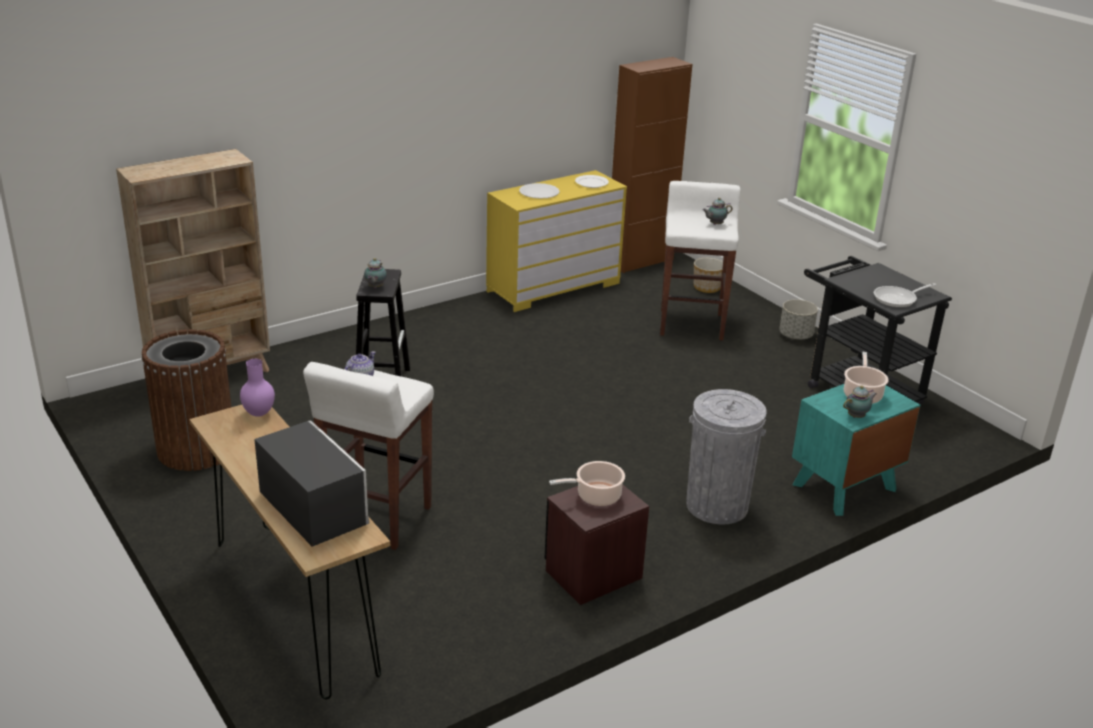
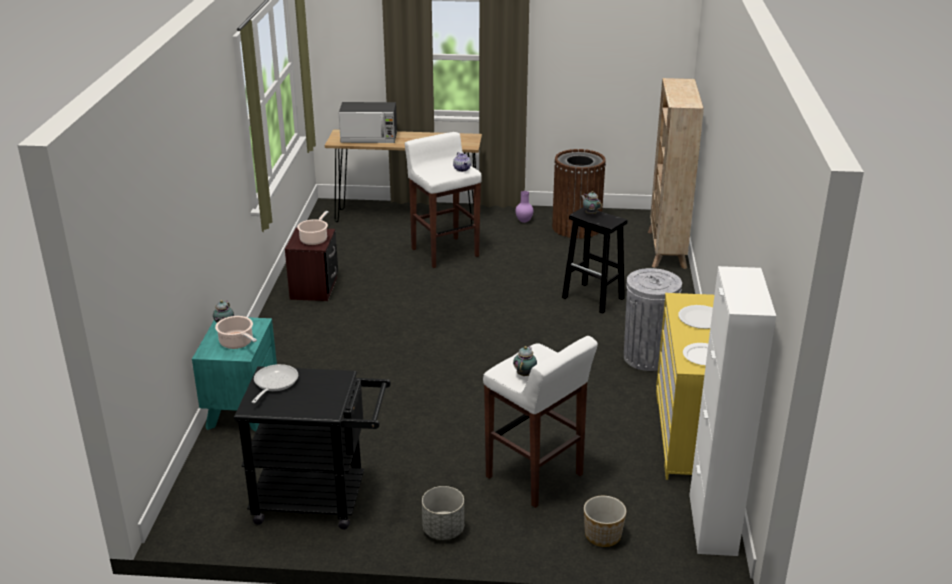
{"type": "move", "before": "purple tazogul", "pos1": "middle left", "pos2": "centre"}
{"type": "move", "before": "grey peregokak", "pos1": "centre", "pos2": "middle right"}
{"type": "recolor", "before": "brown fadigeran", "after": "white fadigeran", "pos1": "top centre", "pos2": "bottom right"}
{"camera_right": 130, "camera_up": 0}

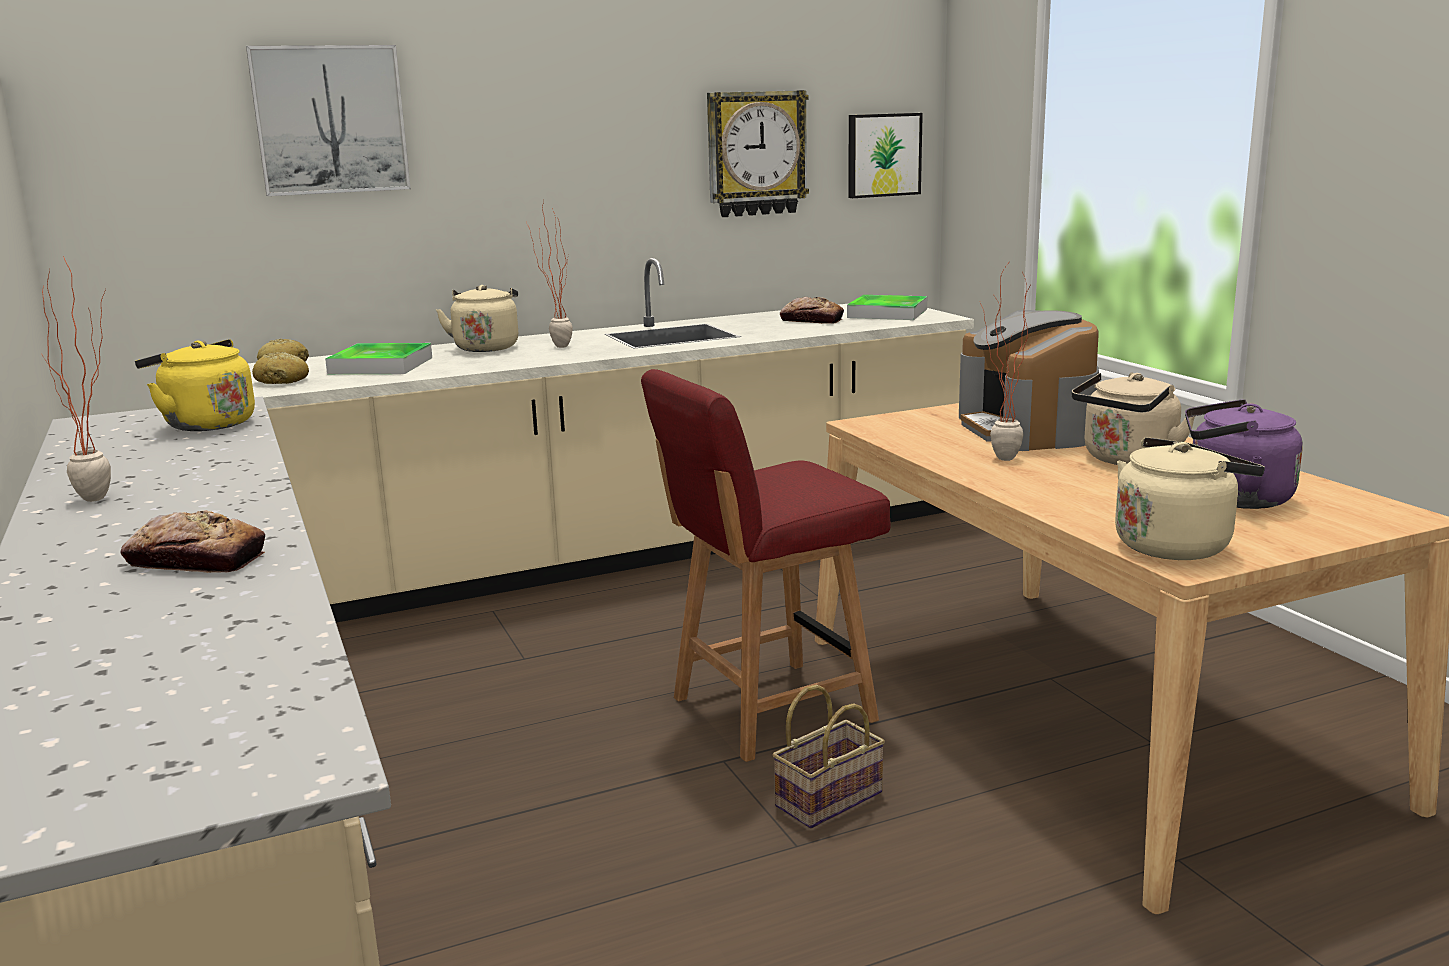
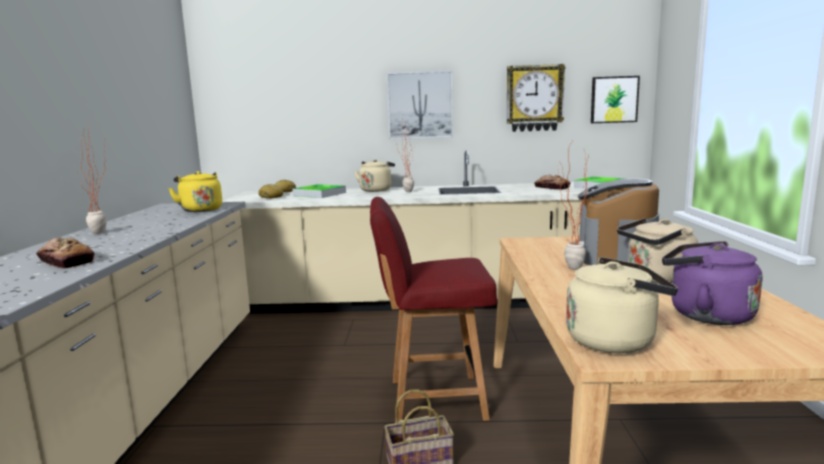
{"type": "move", "before": "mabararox (1st from left)", "pos1": "top left", "pos2": "top centre"}
{"camera_right": 25, "camera_up": -5}

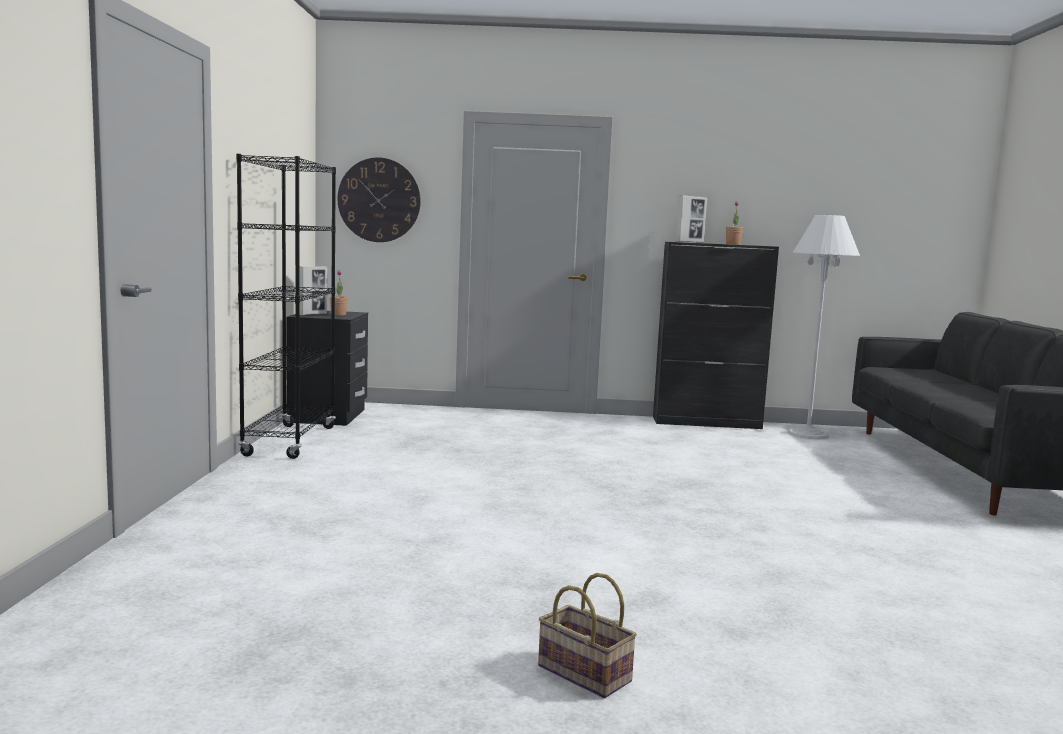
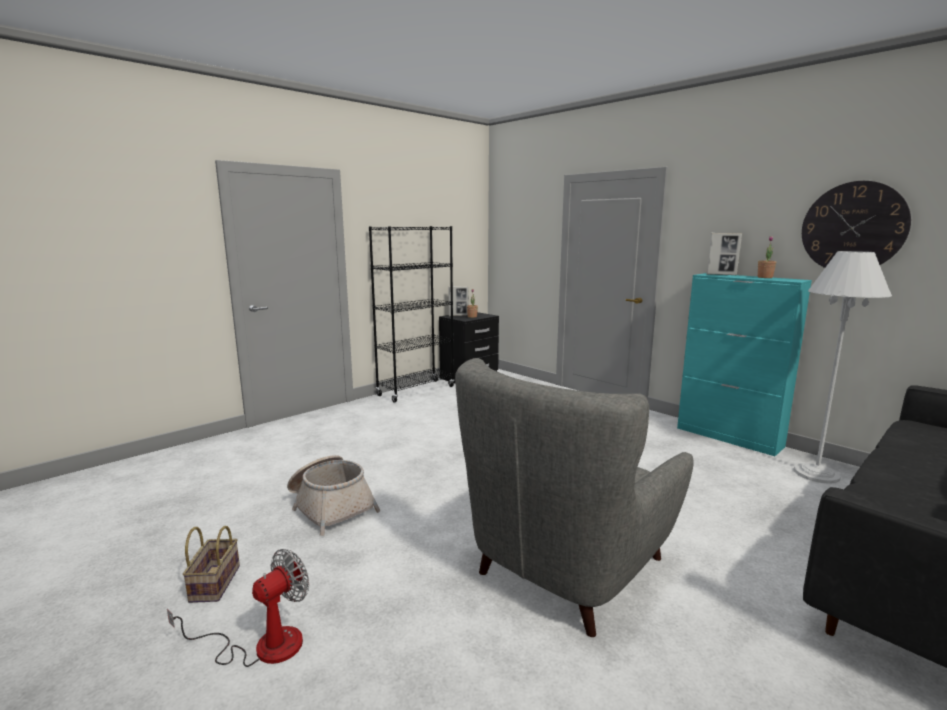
{"type": "insert", "after": "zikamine", "pos2": "bottom left"}
{"type": "insert", "after": "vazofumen (2nd from left)", "pos2": "bottom centre"}
{"type": "insert", "after": "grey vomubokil", "pos2": "bottom centre"}
{"type": "move", "before": "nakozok", "pos1": "top centre", "pos2": "top right"}
{"type": "recolor", "before": "black fadigeran", "after": "turquoise fadigeran", "pos1": "middle right", "pos2": "middle right"}
{"camera_right": 45, "camera_up": 5}

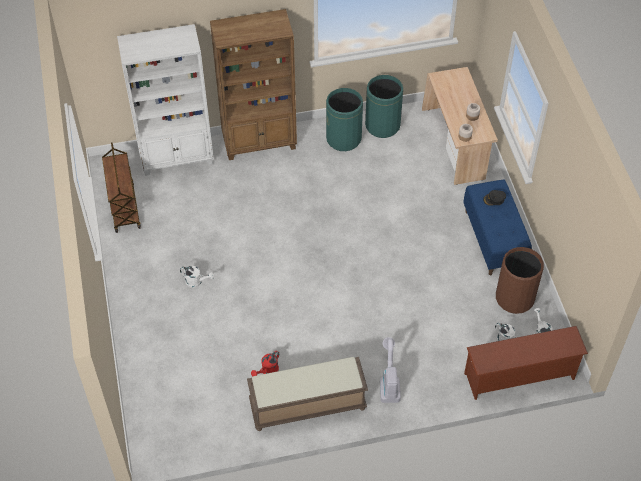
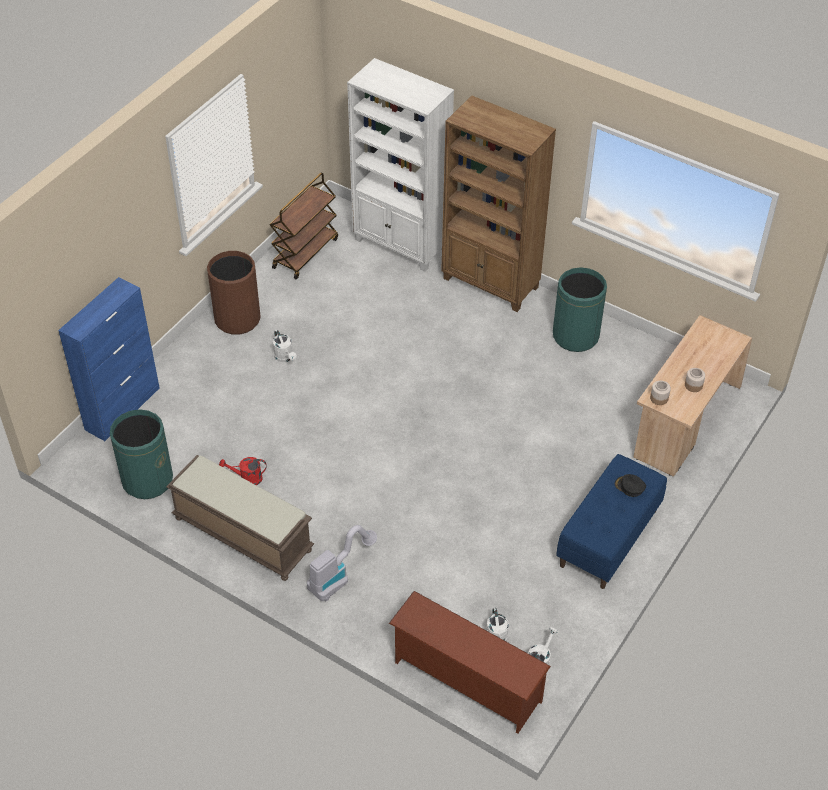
{"type": "insert", "after": "blue fadigeran", "pos2": "middle left"}
{"type": "move", "before": "green peregokak (2nd from left in the first image)", "after": "green peregokak (1st from left)", "pos1": "top centre", "pos2": "middle left"}
{"type": "move", "before": "brown peregokak", "pos1": "middle right", "pos2": "middle left"}
{"camera_right": 45, "camera_up": -5}

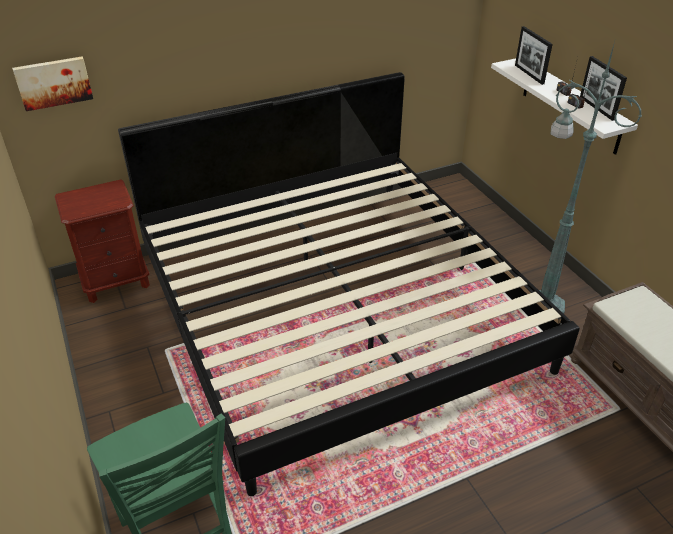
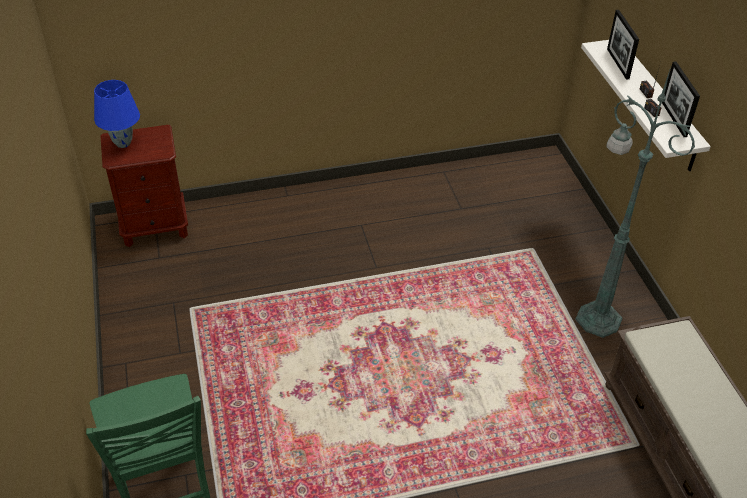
{"type": "delete", "before": "mabararox", "pos1": "top left"}
{"type": "delete", "before": "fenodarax", "pos1": "centre"}
{"type": "insert", "after": "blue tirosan", "pos2": "top left"}
{"camera_right": 10, "camera_up": 5}

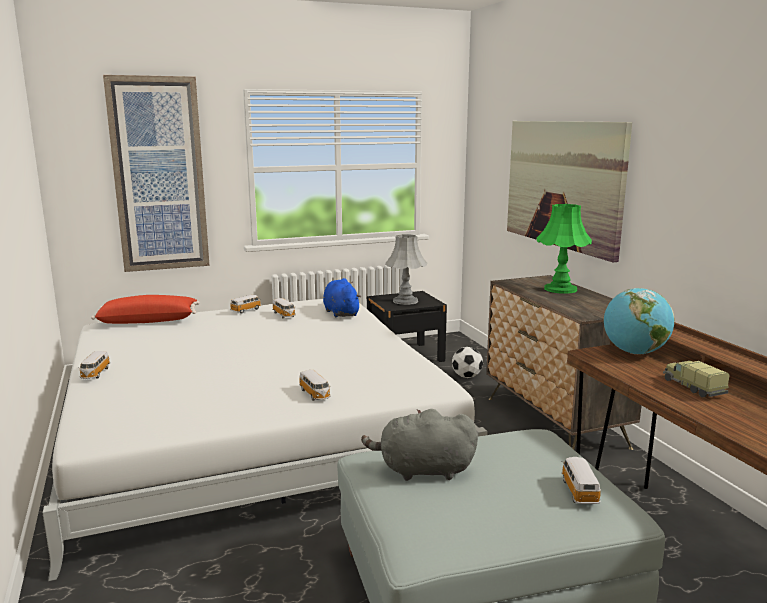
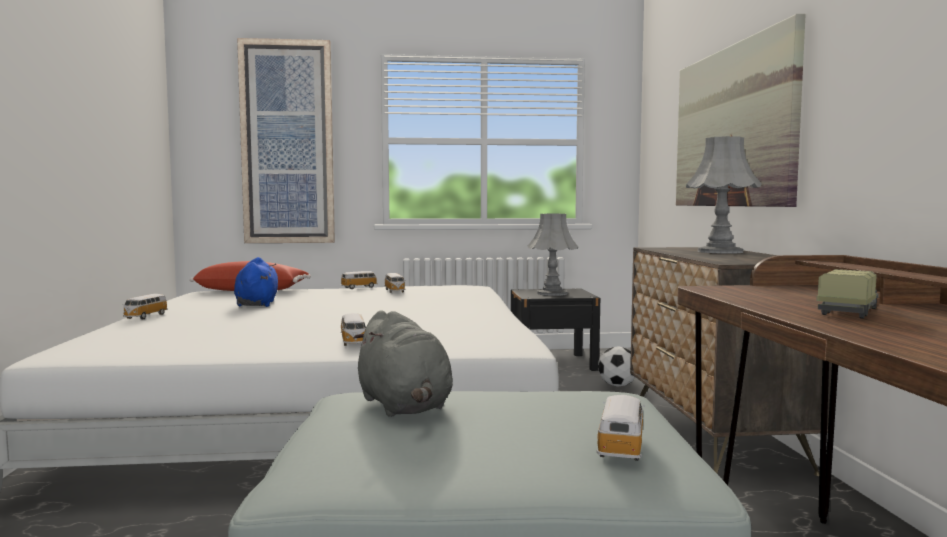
{"type": "delete", "before": "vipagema", "pos1": "middle right"}
{"type": "move", "before": "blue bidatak", "pos1": "centre", "pos2": "middle left"}
{"type": "recolor", "before": "green tirosan", "after": "grey tirosan (2nd from left)", "pos1": "middle right", "pos2": "middle right"}
{"type": "rotate", "before": "grey bidatak", "pos1": "bottom centre", "pos2": "bottom centre", "turn": -135}
{"type": "rotate", "before": "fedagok", "pos1": "middle right", "pos2": "middle right", "turn": 45}
{"camera_right": 15, "camera_up": -10}

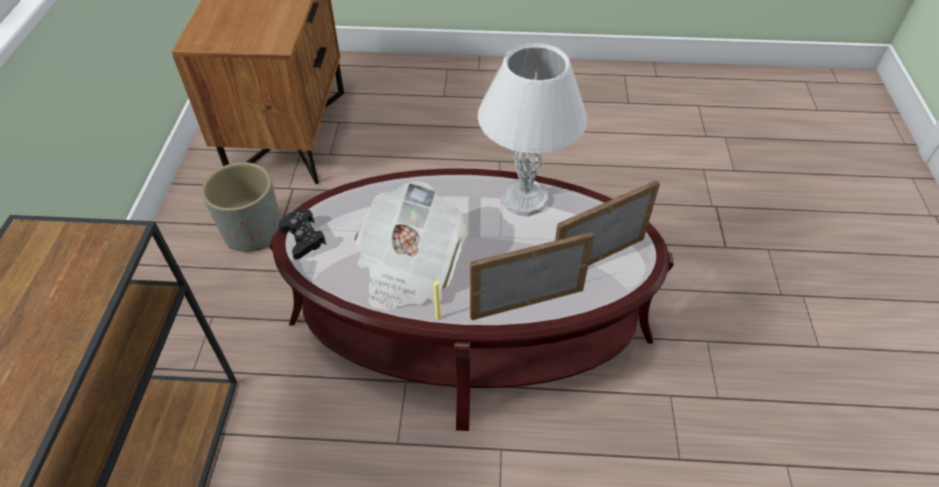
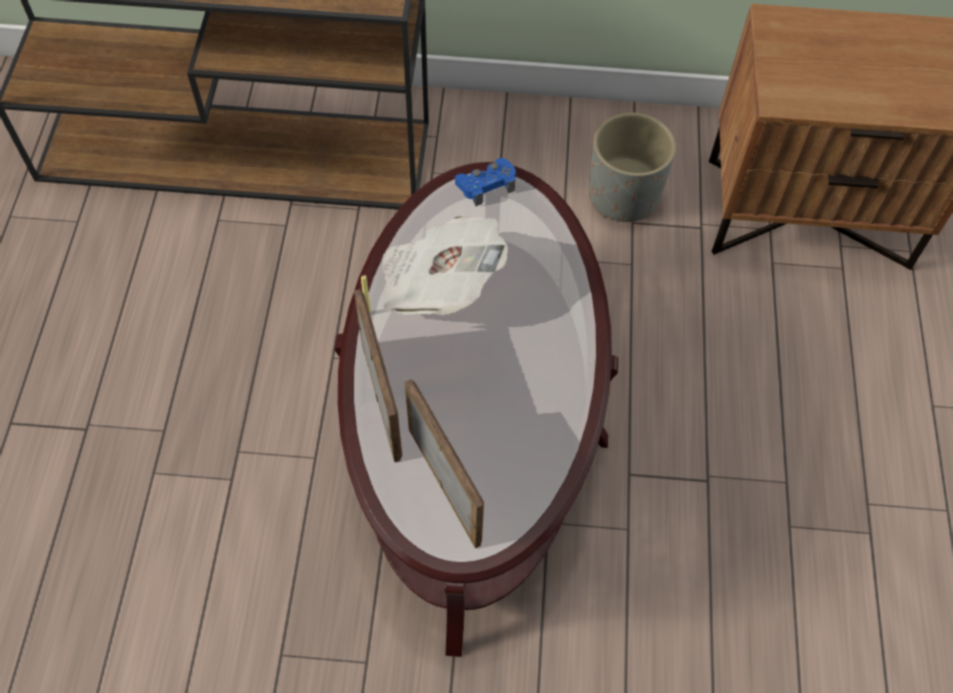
{"type": "delete", "before": "white tirosan", "pos1": "top centre"}
{"type": "recolor", "before": "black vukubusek", "after": "blue vukubusek", "pos1": "middle left", "pos2": "top centre"}
{"camera_right": 90, "camera_up": 10}

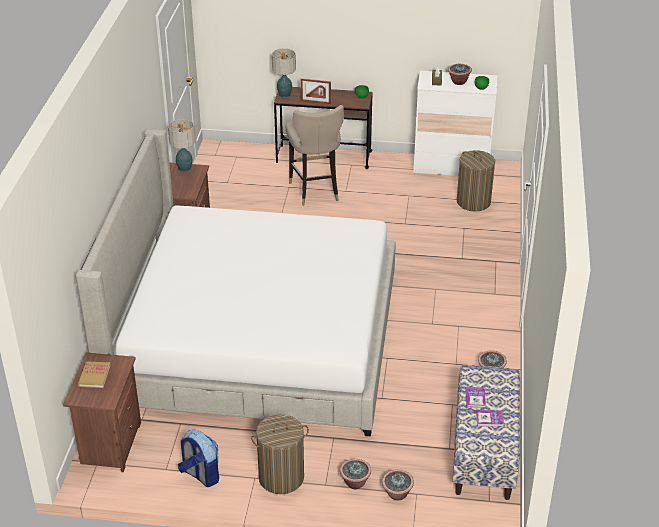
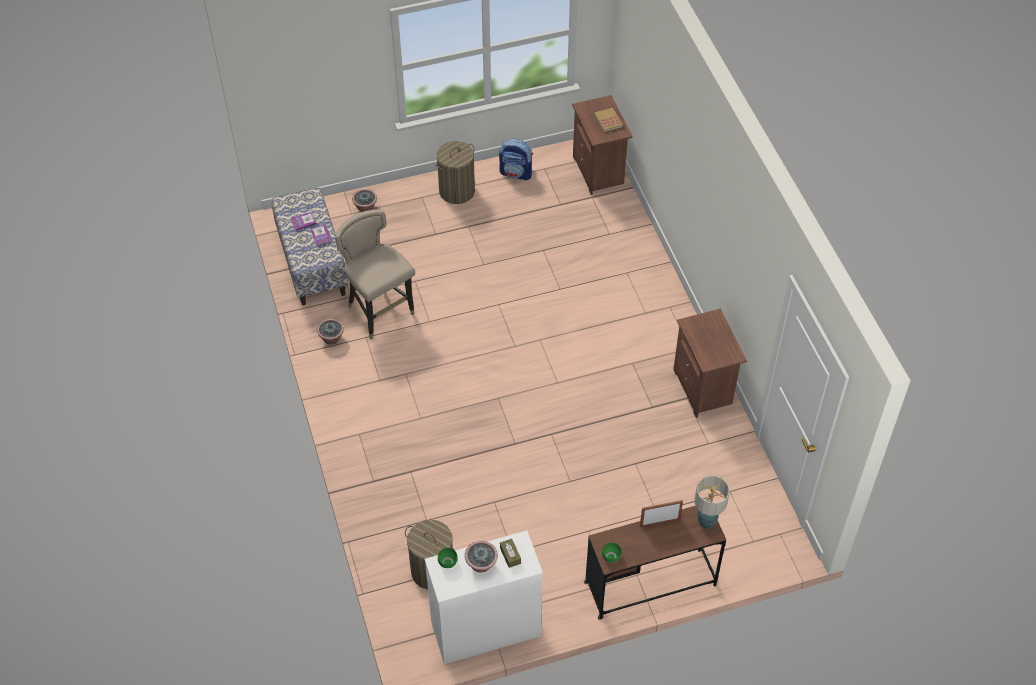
{"type": "delete", "before": "fenodarax", "pos1": "centre"}
{"type": "delete", "before": "tirosan (1st from left)", "pos1": "top left"}
{"type": "delete", "before": "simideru (1st from left)", "pos1": "bottom centre"}
{"type": "move", "before": "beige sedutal", "pos1": "top centre", "pos2": "centre"}
{"camera_right": 155, "camera_up": 15}

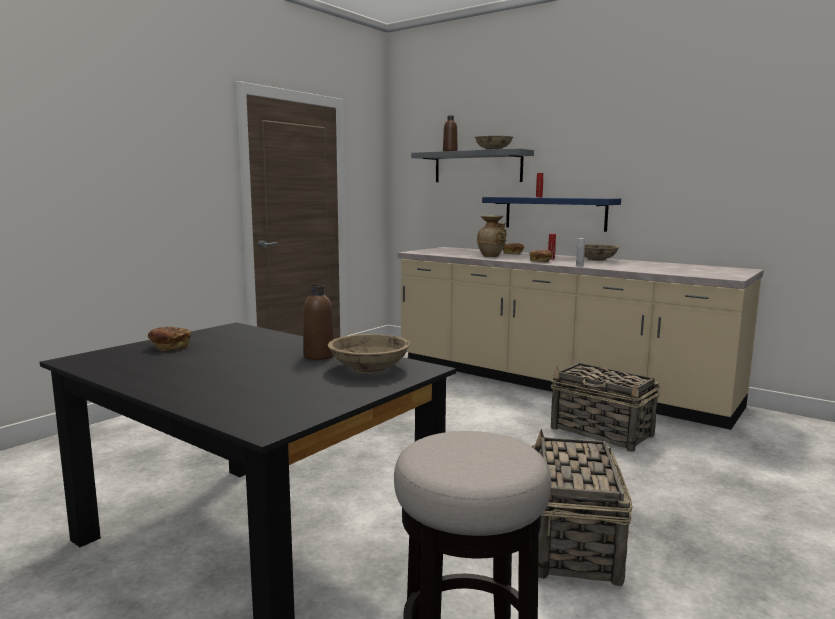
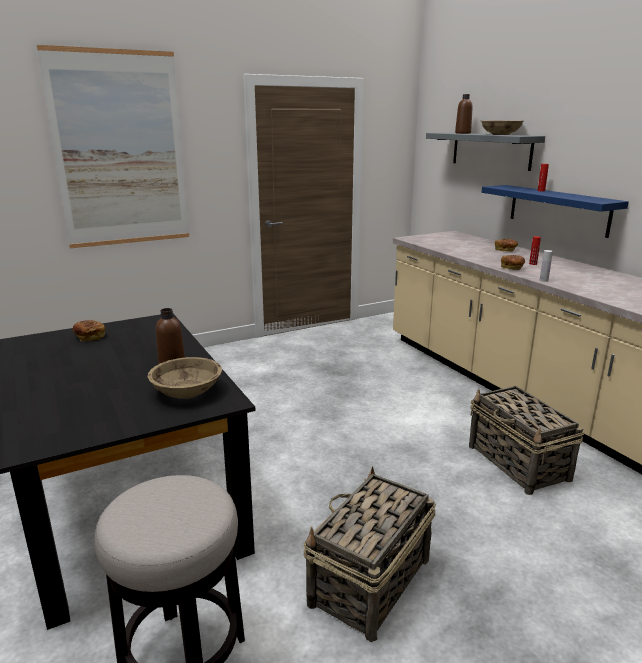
{"type": "delete", "before": "beige tazogul", "pos1": "centre"}
{"type": "delete", "before": "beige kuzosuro (3rd from left)", "pos1": "middle right"}
{"type": "insert", "after": "mabararox", "pos2": "top left"}
{"camera_right": 25, "camera_up": 10}

